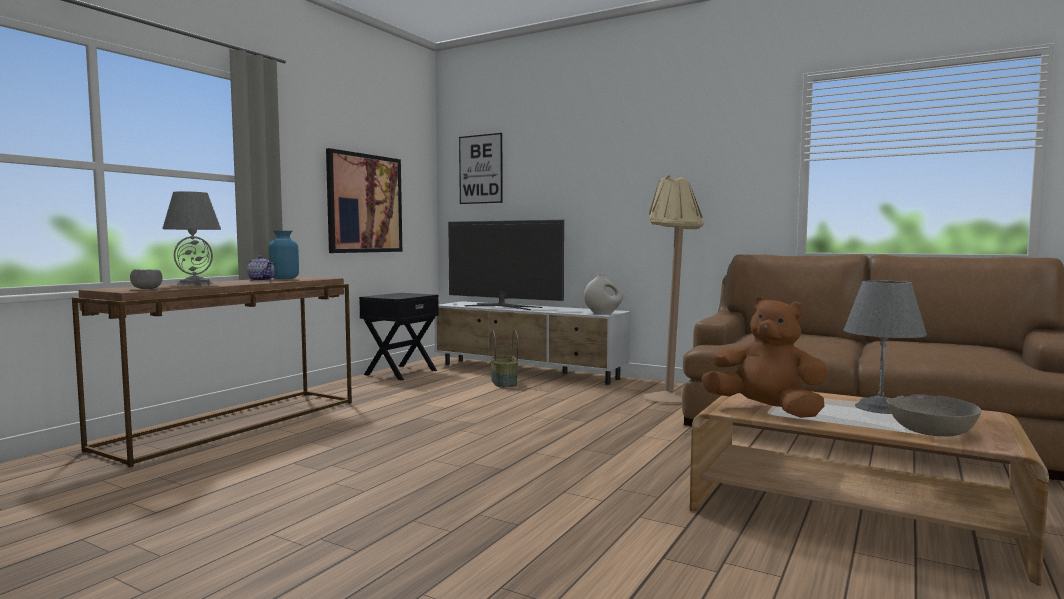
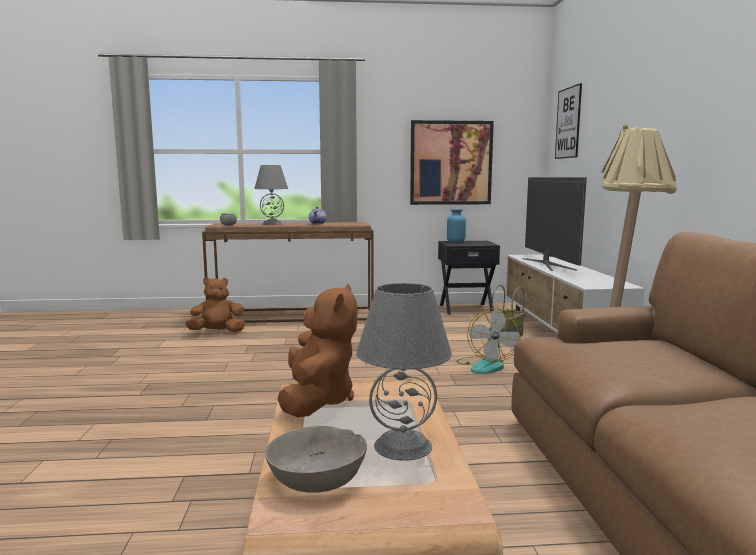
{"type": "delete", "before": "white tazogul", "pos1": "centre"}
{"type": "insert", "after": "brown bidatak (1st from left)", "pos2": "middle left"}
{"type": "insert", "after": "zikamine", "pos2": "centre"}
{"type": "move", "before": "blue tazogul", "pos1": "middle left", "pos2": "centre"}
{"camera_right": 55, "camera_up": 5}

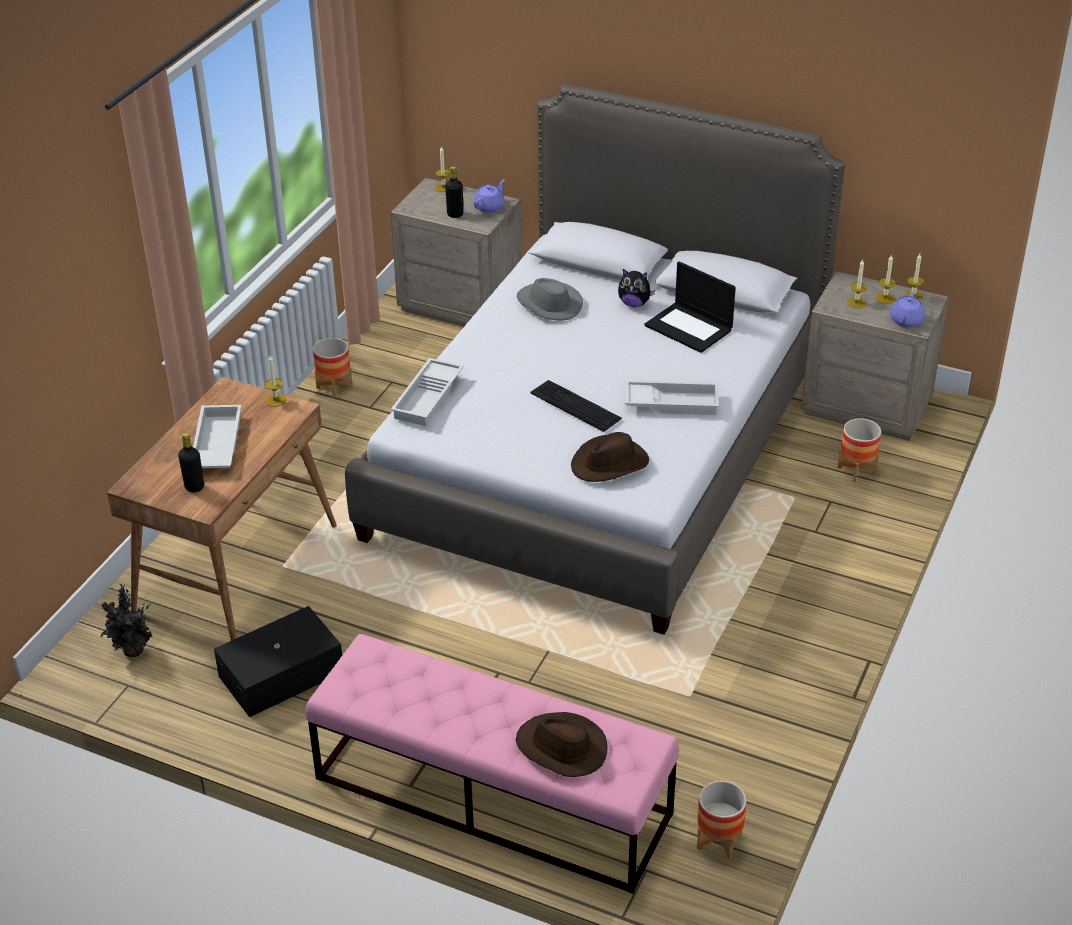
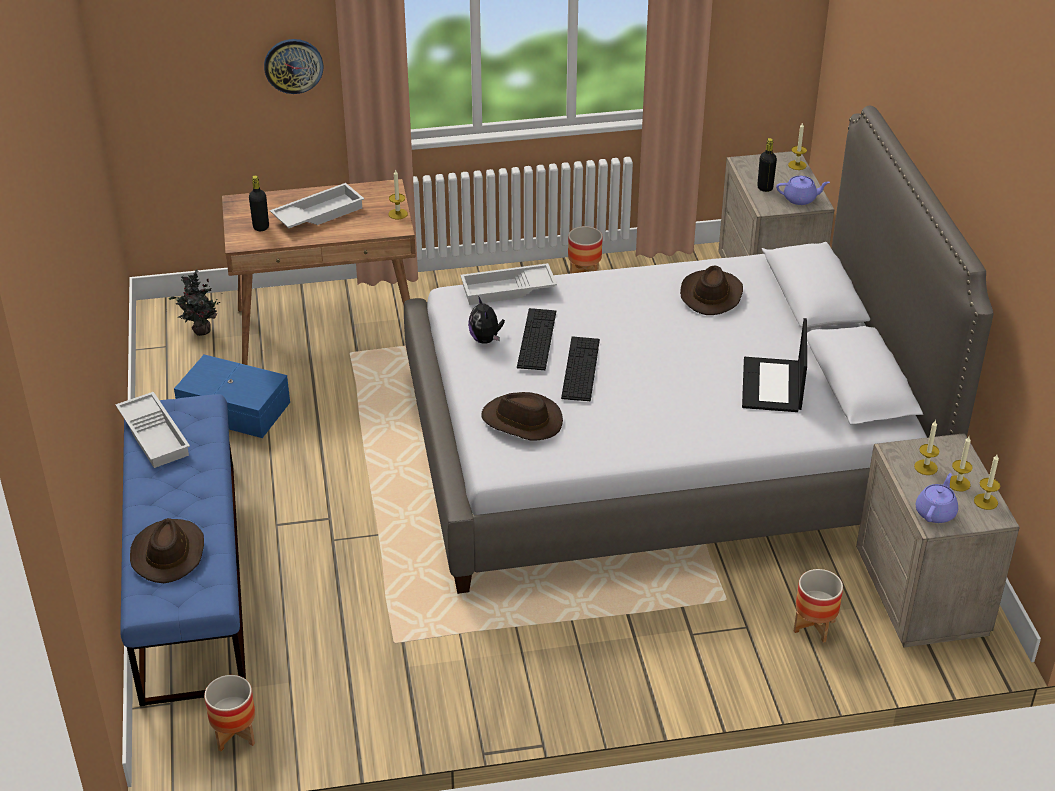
{"type": "insert", "after": "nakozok", "pos2": "top left"}
{"type": "insert", "after": "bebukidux (1st from left)", "pos2": "centre"}
{"type": "move", "before": "bidatak", "pos1": "top centre", "pos2": "centre"}
{"type": "move", "before": "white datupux (3rd from left in the first image)", "after": "white datupux (1st from left)", "pos1": "centre", "pos2": "middle left"}
{"type": "recolor", "before": "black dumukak", "after": "blue dumukak", "pos1": "bottom left", "pos2": "middle left"}
{"type": "recolor", "before": "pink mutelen", "after": "blue mutelen", "pos1": "bottom centre", "pos2": "bottom left"}
{"type": "recolor", "before": "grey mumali", "after": "brown mumali (3rd from left)", "pos1": "top centre", "pos2": "middle right"}
{"type": "rotate", "before": "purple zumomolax (2nd from left)", "pos1": "middle right", "pos2": "middle right", "turn": 135}
{"camera_right": 55, "camera_up": 0}

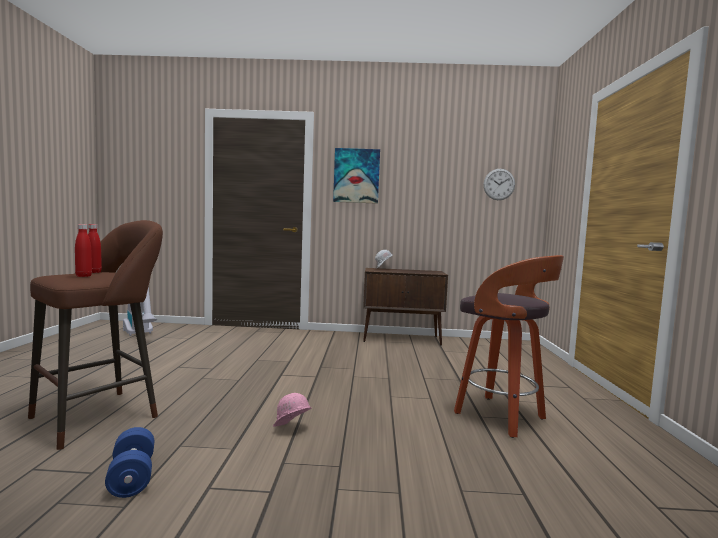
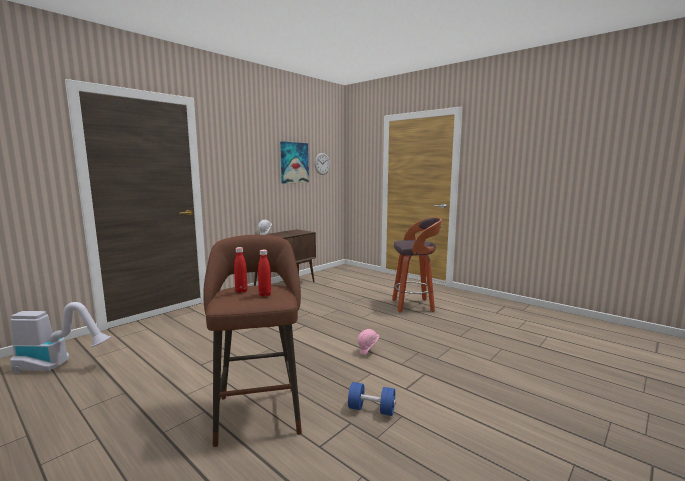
{"type": "move", "before": "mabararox", "pos1": "top centre", "pos2": "centre"}
{"camera_right": -50, "camera_up": 5}

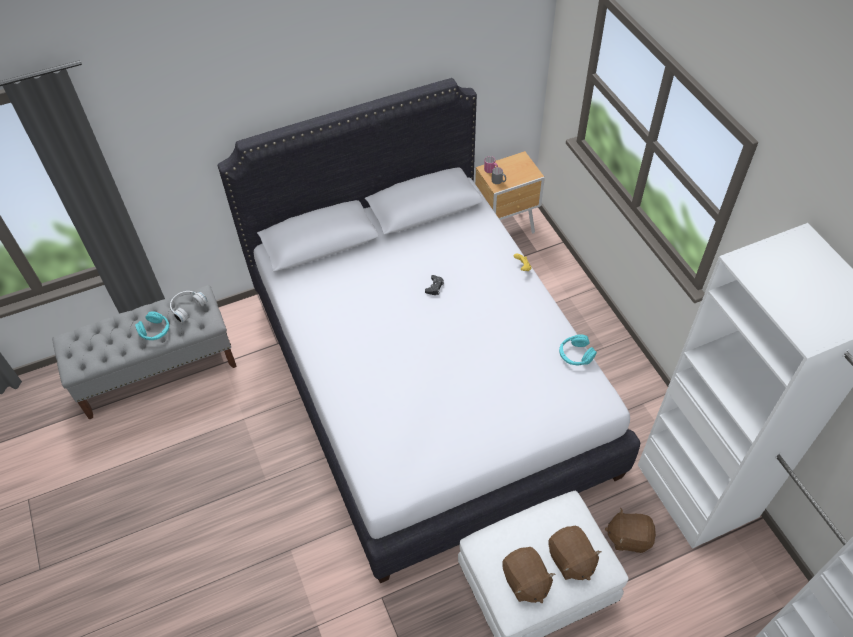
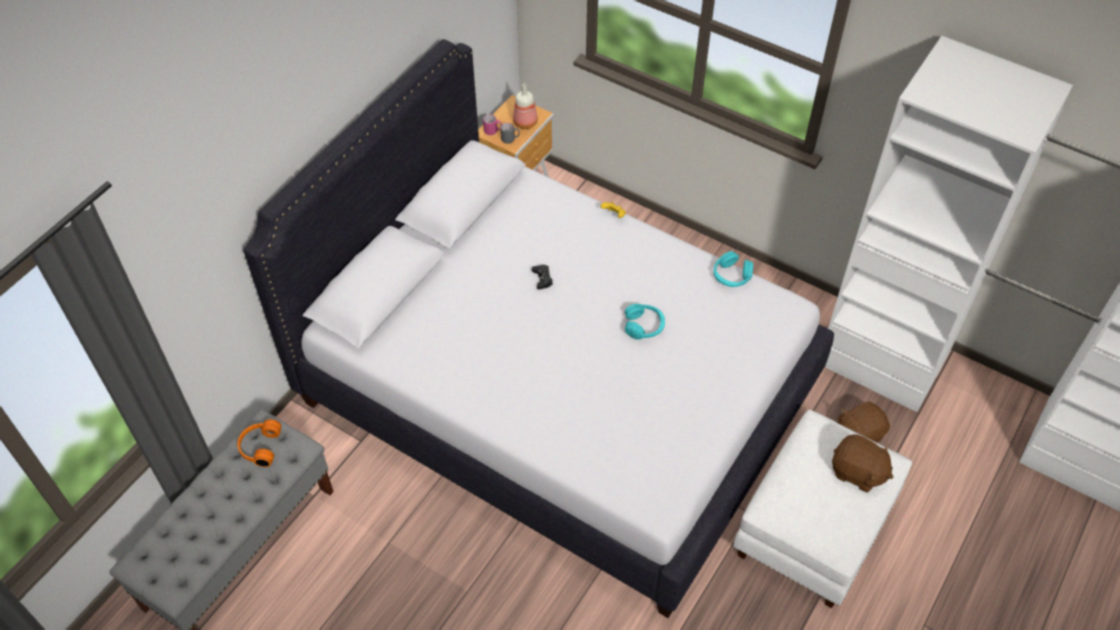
{"type": "delete", "before": "brown bidatak (1st from left)", "pos1": "bottom centre"}
{"type": "insert", "after": "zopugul", "pos2": "top centre"}
{"type": "move", "before": "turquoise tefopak (1st from left)", "pos1": "middle left", "pos2": "centre"}
{"type": "recolor", "before": "white tefopak", "after": "orange tefopak", "pos1": "middle left", "pos2": "bottom left"}
{"camera_right": -35, "camera_up": 0}

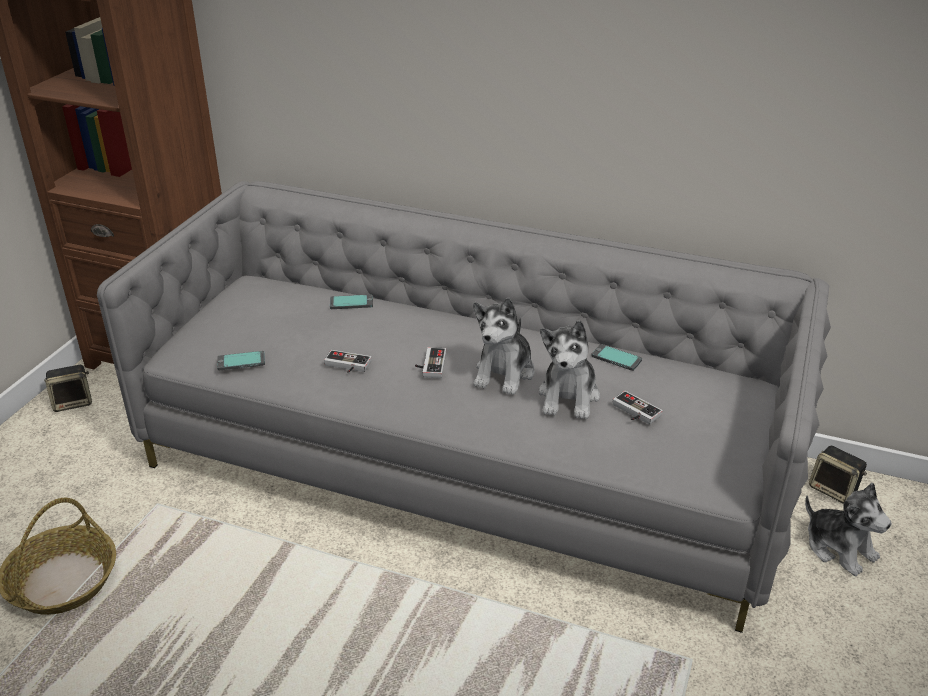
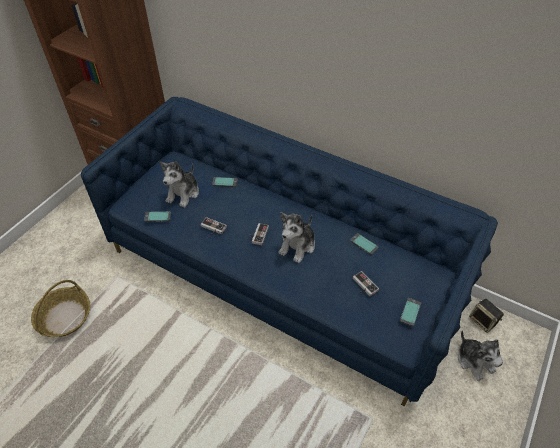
{"type": "delete", "before": "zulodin (1st from left)", "pos1": "middle left"}
{"type": "insert", "after": "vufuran (4th from left)", "pos2": "bottom right"}
{"type": "move", "before": "bidatak (2nd from left in the first image)", "after": "bidatak (1st from left)", "pos1": "centre", "pos2": "middle left"}
{"type": "recolor", "before": "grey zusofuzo", "after": "blue zusofuzo", "pos1": "centre", "pos2": "centre"}
{"camera_right": 10, "camera_up": 15}

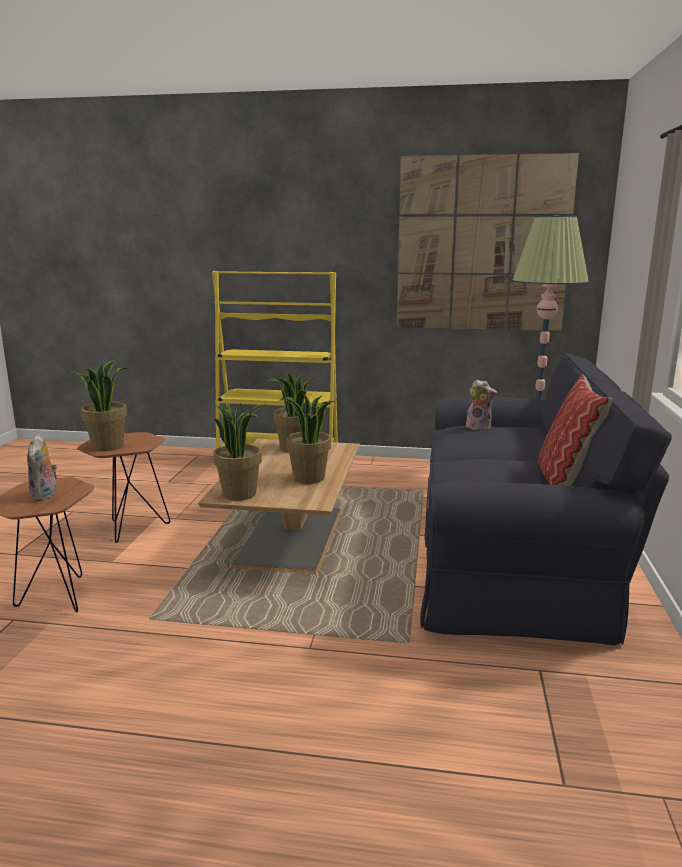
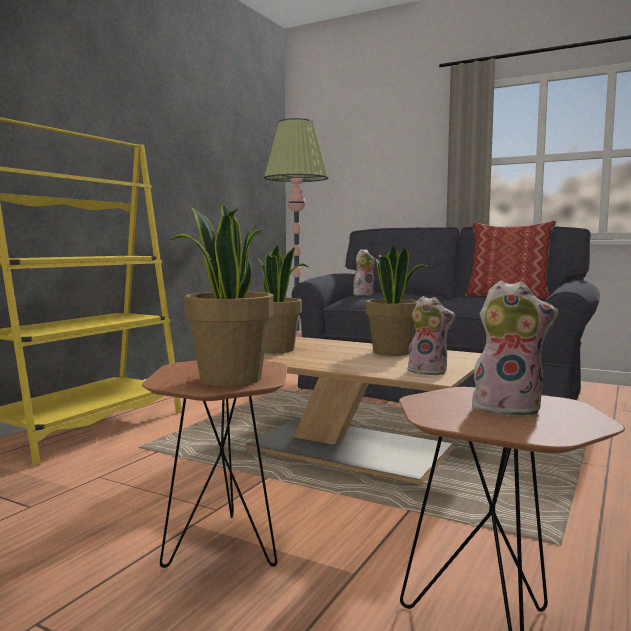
{"type": "delete", "before": "mabararox", "pos1": "top right"}
{"type": "replace", "before": "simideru (2nd from left)", "after": "bidatak (2nd from left)", "pos1": "centre", "pos2": "middle right"}
{"camera_right": -70, "camera_up": -10}

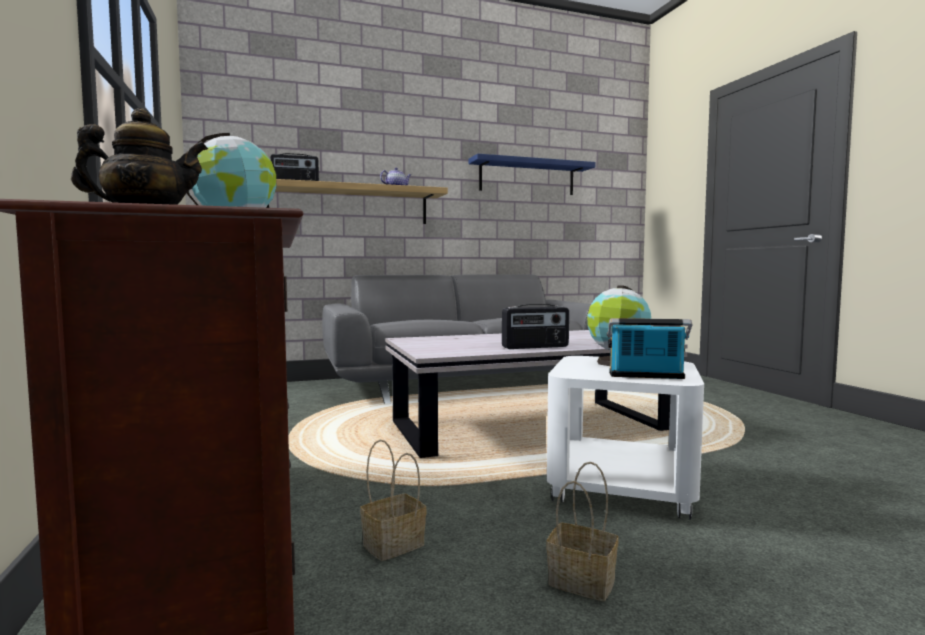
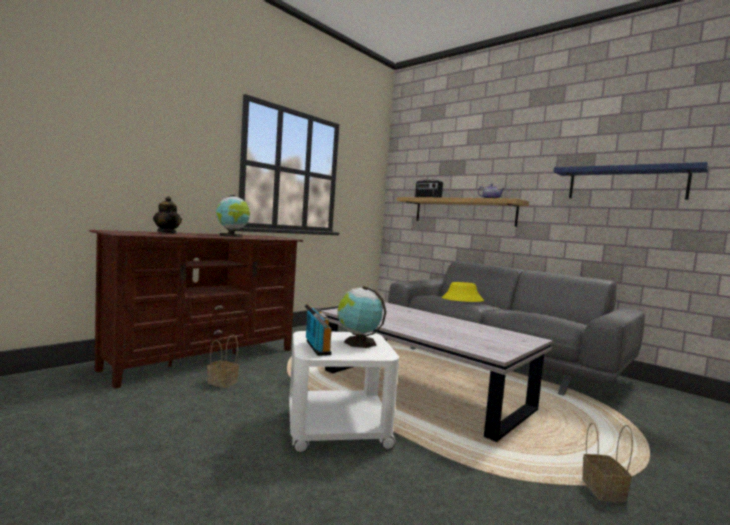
{"type": "delete", "before": "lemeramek (2nd from left)", "pos1": "centre"}
{"type": "insert", "after": "yellow mumali", "pos2": "centre"}
{"type": "move", "before": "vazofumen (2nd from left)", "pos1": "bottom centre", "pos2": "bottom right"}
{"camera_right": 60, "camera_up": 0}

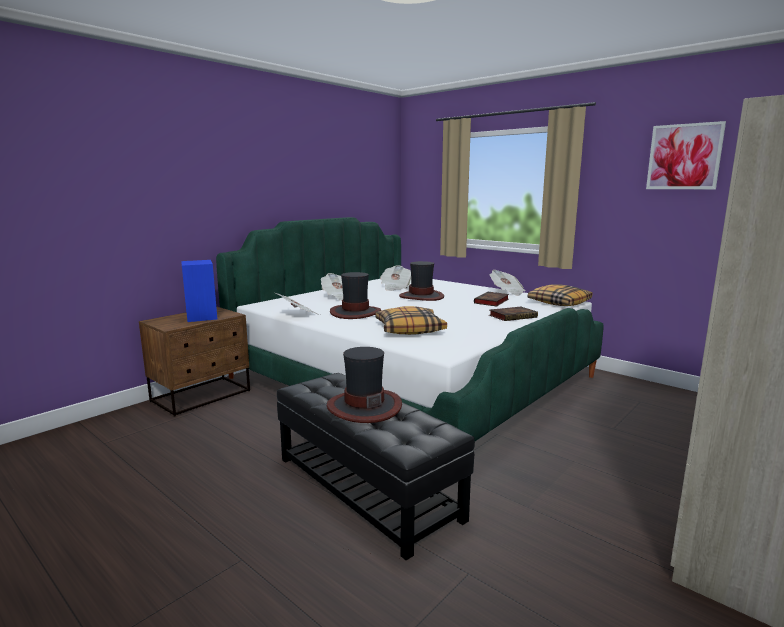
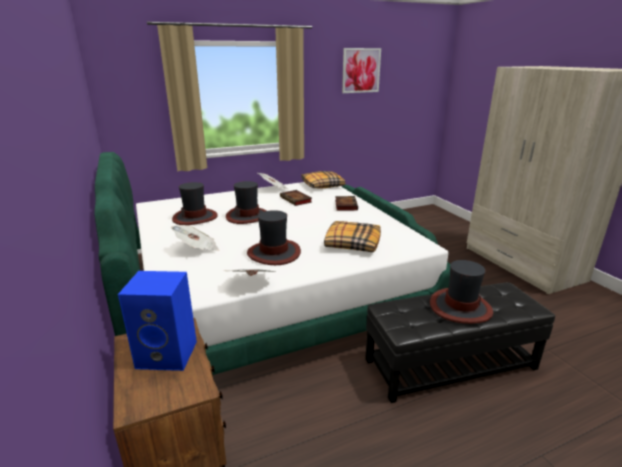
{"type": "replace", "before": "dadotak (3rd from left)", "after": "mumali (1st from left)", "pos1": "centre", "pos2": "middle left"}
{"camera_right": -65, "camera_up": 10}

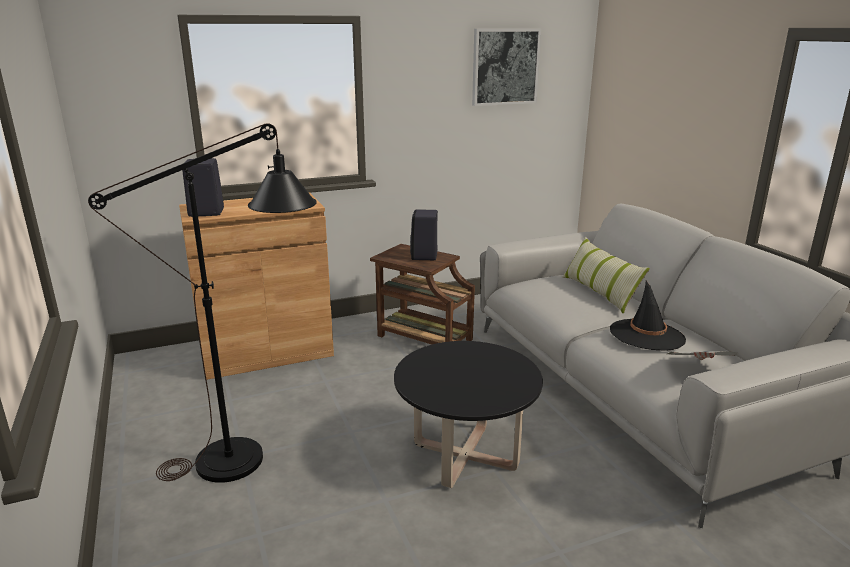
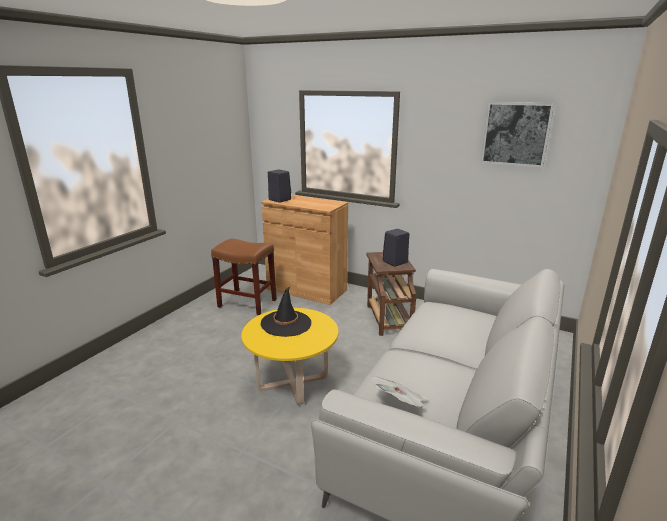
{"type": "delete", "before": "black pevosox", "pos1": "middle left"}
{"type": "delete", "before": "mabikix", "pos1": "middle right"}
{"type": "insert", "after": "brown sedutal", "pos2": "centre"}
{"type": "move", "before": "black mumali", "pos1": "middle right", "pos2": "centre"}
{"type": "recolor", "before": "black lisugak", "after": "yellow lisugak", "pos1": "bottom centre", "pos2": "bottom centre"}
{"camera_right": 50, "camera_up": 0}

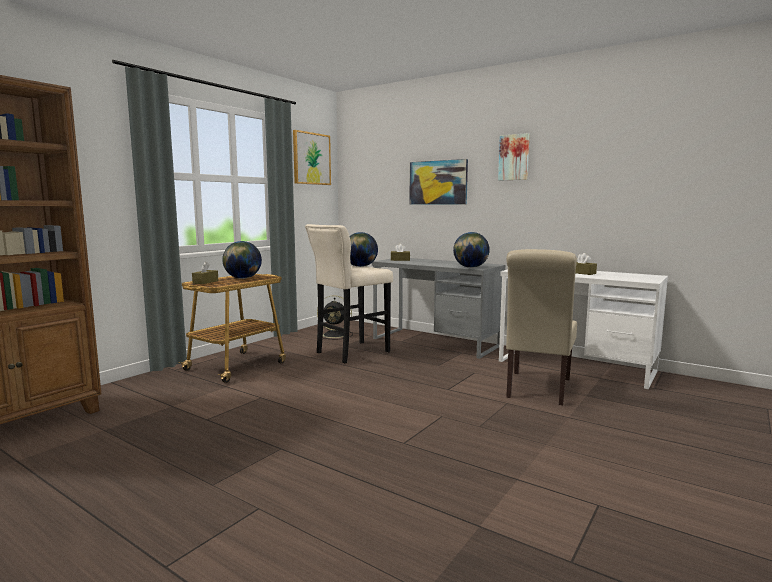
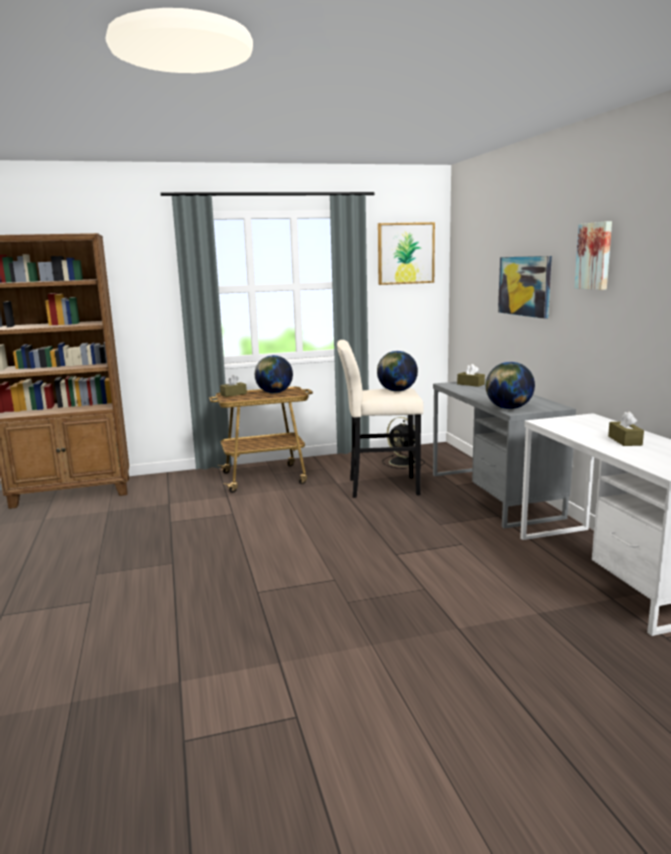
{"type": "delete", "before": "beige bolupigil", "pos1": "middle right"}
{"camera_right": 40, "camera_up": 5}

